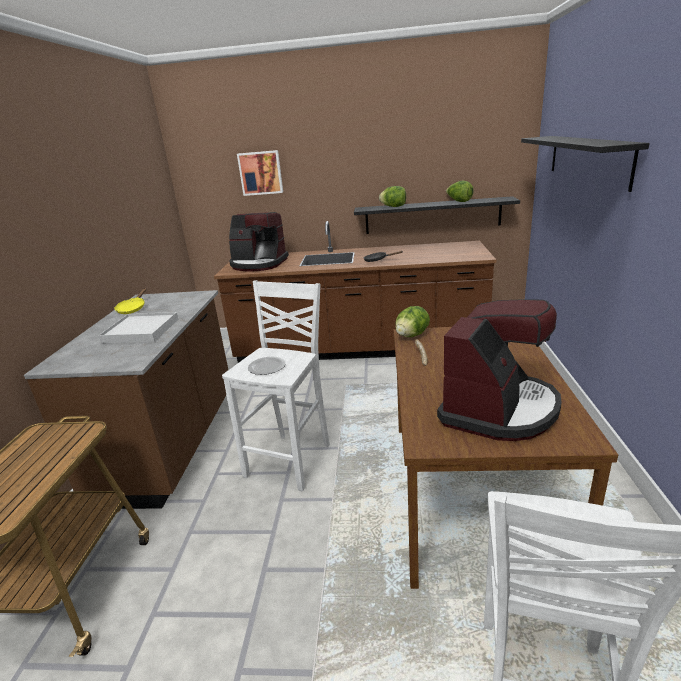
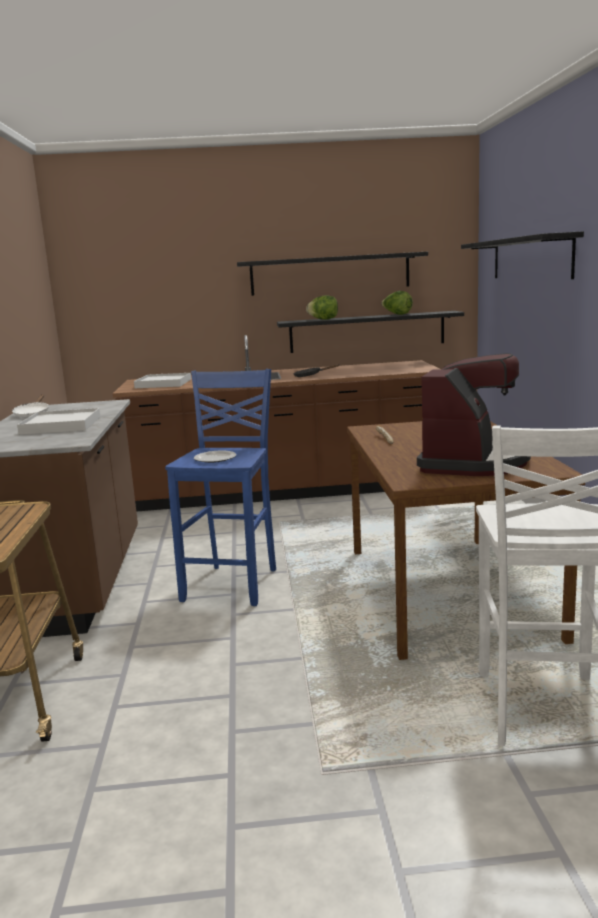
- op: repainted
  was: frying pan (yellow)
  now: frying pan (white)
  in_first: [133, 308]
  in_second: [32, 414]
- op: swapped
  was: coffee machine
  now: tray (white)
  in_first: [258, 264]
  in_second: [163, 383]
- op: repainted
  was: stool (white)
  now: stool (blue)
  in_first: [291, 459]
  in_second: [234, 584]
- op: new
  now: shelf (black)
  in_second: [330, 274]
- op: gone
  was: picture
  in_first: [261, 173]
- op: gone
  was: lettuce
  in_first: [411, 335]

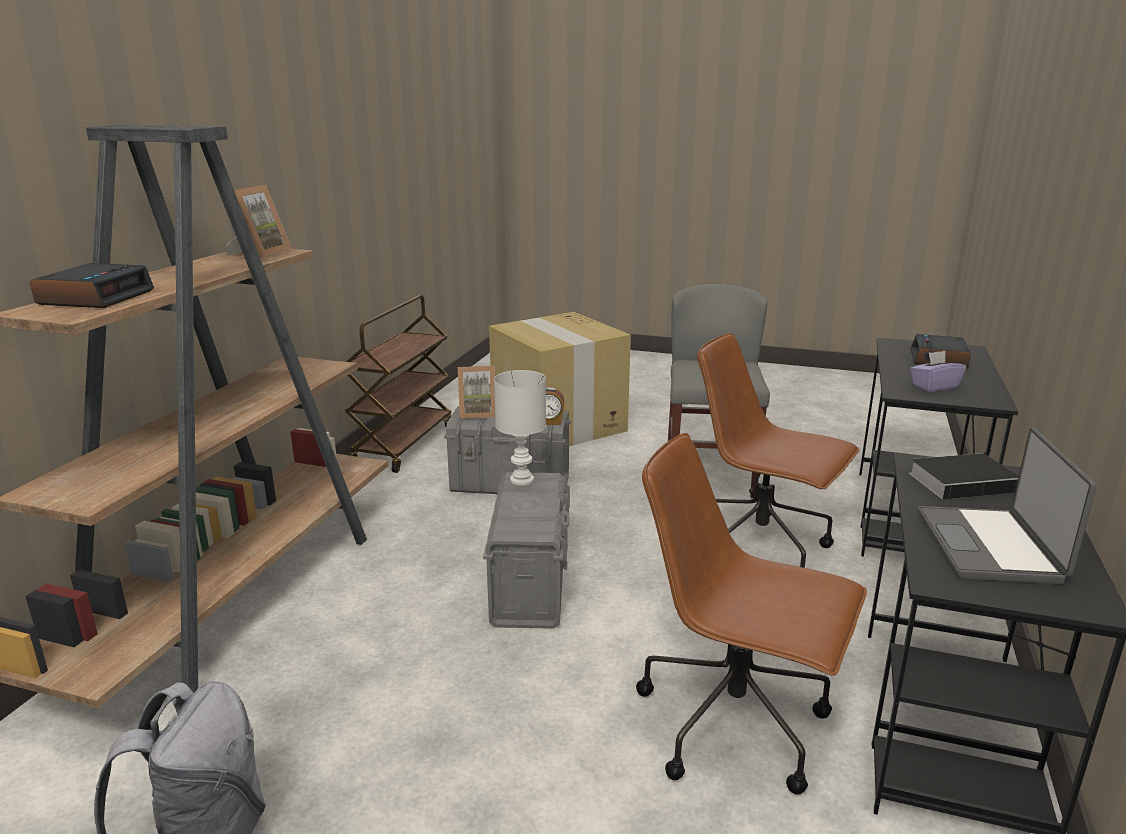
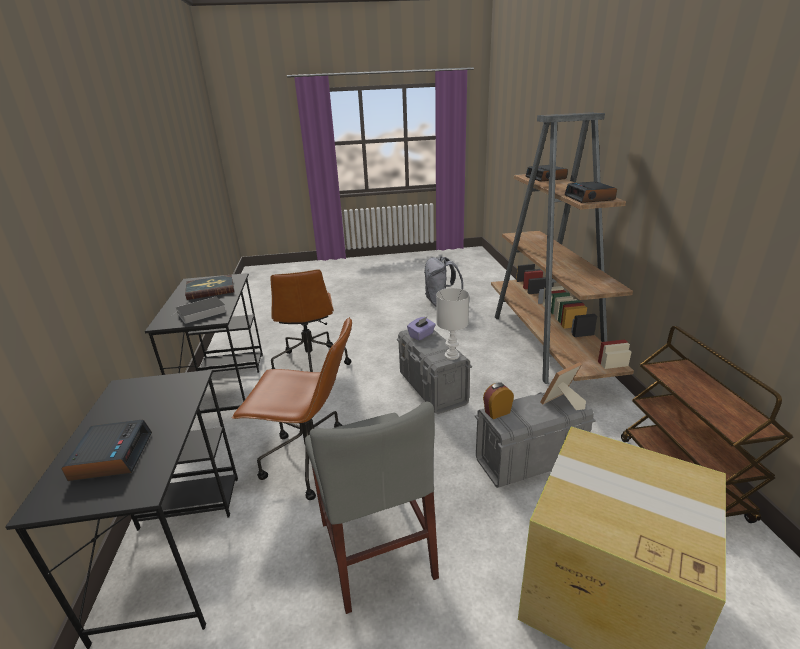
- op: swapped
  was: laptop
  now: book
  in_first: [991, 547]
  in_second: [210, 289]
- op: rotated
  was: office chair (brown)
  in_first: [736, 725]
  in_second: [310, 363]
  clockwise: 75
- op: shifted
  was: tissue box (purple)
  in_first: [934, 386]
  in_second: [421, 335]
- op: swapped
  was: picture frame
  now: alarm clock
  in_first: [261, 253]
  in_second: [590, 198]

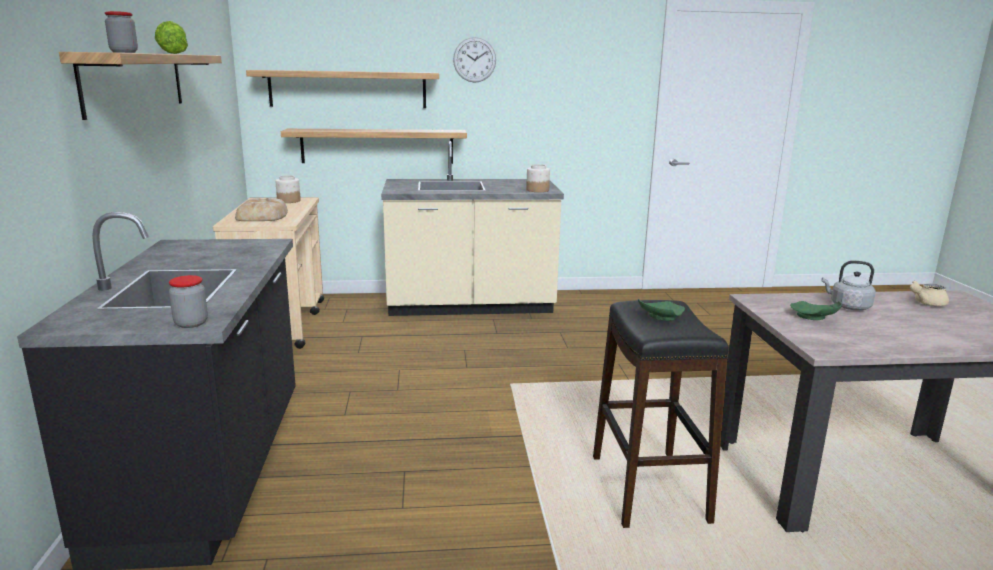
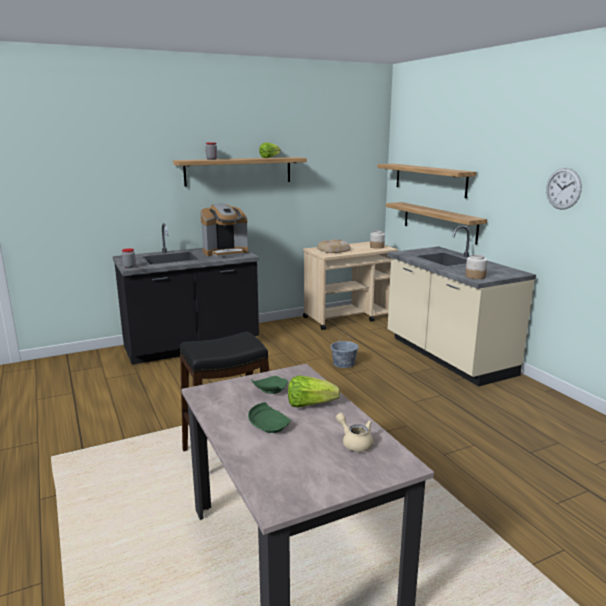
- op: new
  now: coffee machine
  in_second: [225, 252]
- op: shifted
  was: plate (green)
  in_first: [660, 317]
  in_second: [269, 426]
- op: swapped
  was: kettle (grey)
  now: lettuce
  in_first: [847, 306]
  in_second: [310, 404]
- op: new
  now: bucket (grey)
  in_second: [344, 363]
- op: shifted
  was: wall clock
  in_first: [474, 60]
  in_second: [563, 188]

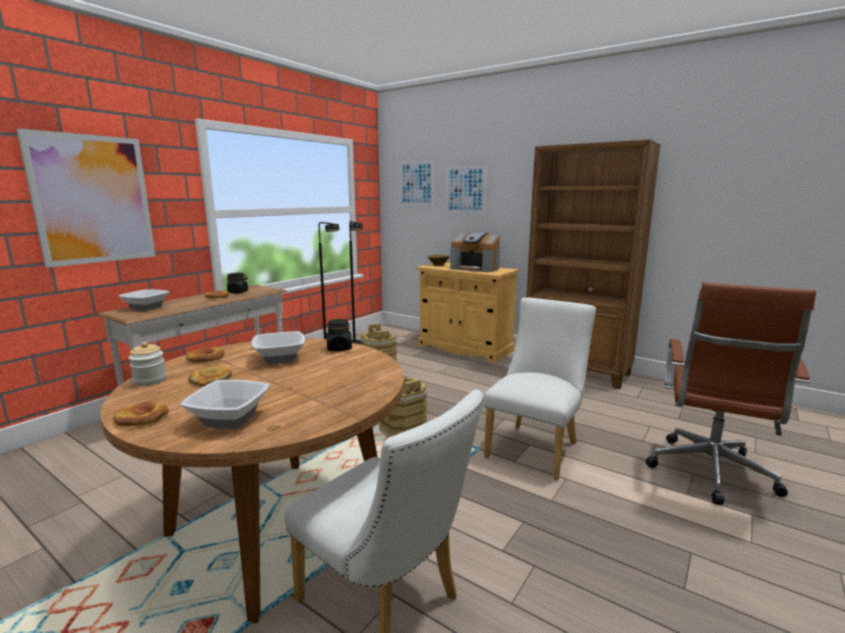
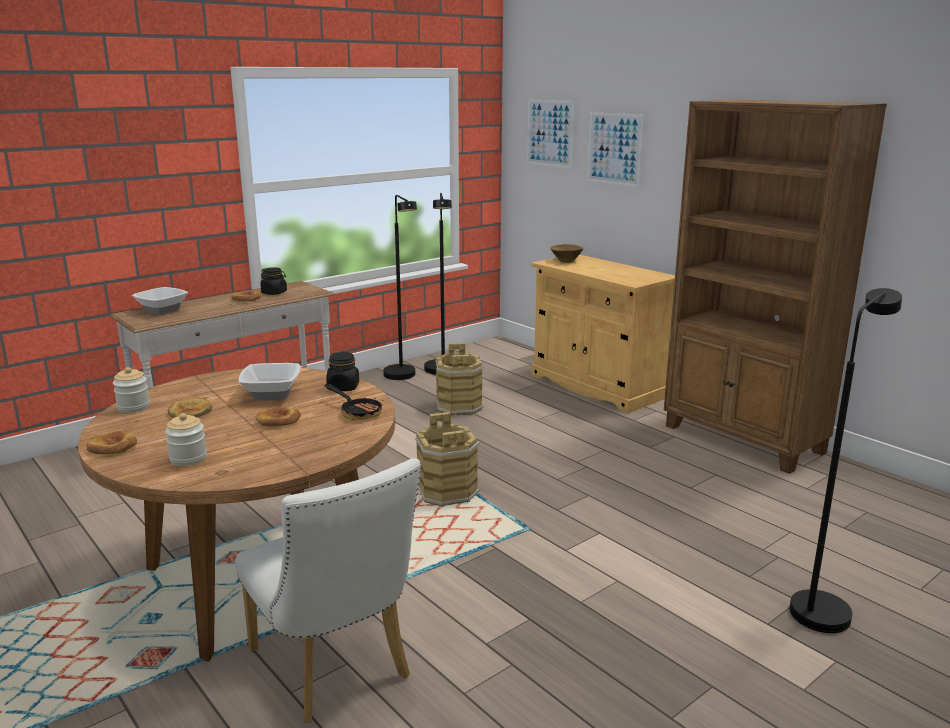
- op: swapped
  was: bowl
  now: jar
  in_first: [231, 419]
  in_second: [188, 458]
- op: shifted
  was: bread
  in_first: [205, 358]
  in_second: [278, 420]
- op: new
  now: frying pan
  in_second: [357, 412]
- op: swapped
  was: office chair (brown)
  now: floor lamp (black)
  in_first: [710, 474]
  in_second: [823, 606]
- op: gone
  was: picture
  in_first: [93, 199]
- op: gone
  was: coffee machine
  in_first: [475, 268]
- op: gone
  was: chair (white)
  in_first: [535, 447]

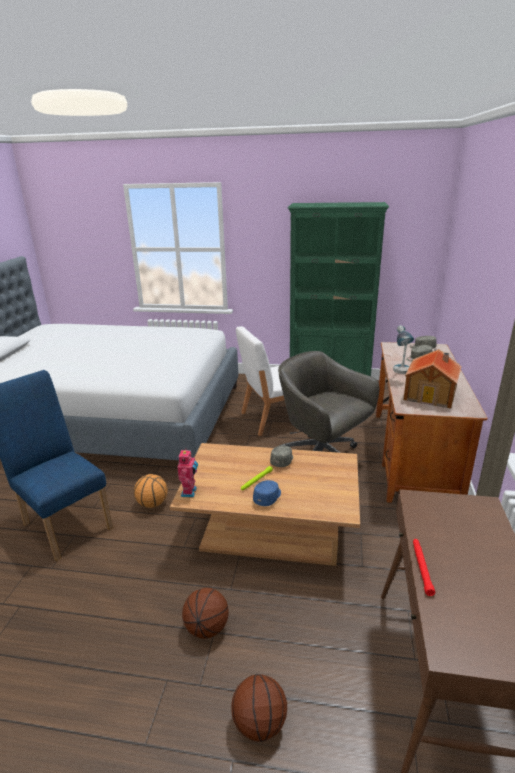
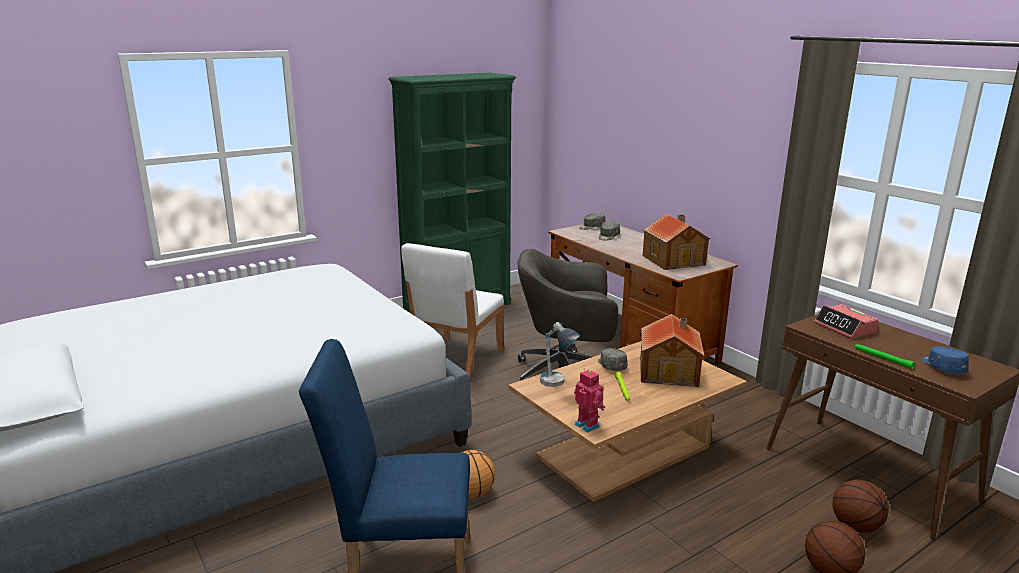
- op: shifted
  was: table lamp
  in_first: [401, 373]
  in_second: [557, 386]
- op: new
  now: toy house
  in_second: [669, 371]
- op: new
  now: alarm clock
  in_second: [845, 328]
- op: shifted
  was: basketball
  in_first: [207, 627]
  in_second: [855, 526]
- op: repainted
  was: flashlight (red)
  now: flashlight (green)
  in_first: [421, 567]
  in_second: [882, 358]
- op: shifted
  was: cap (blue)
  in_first: [268, 497]
  in_second: [942, 367]

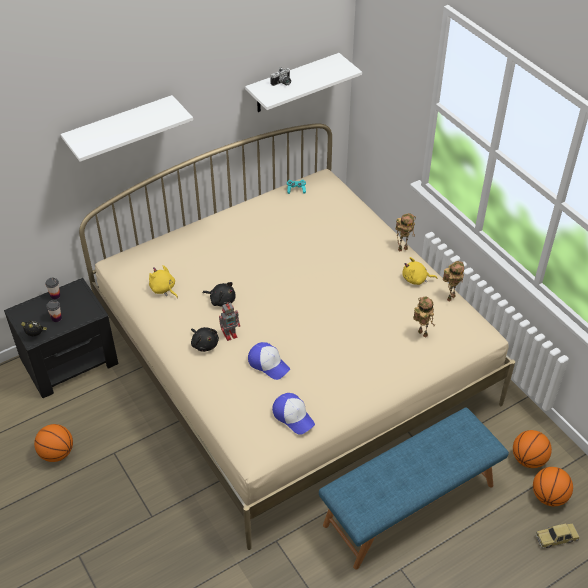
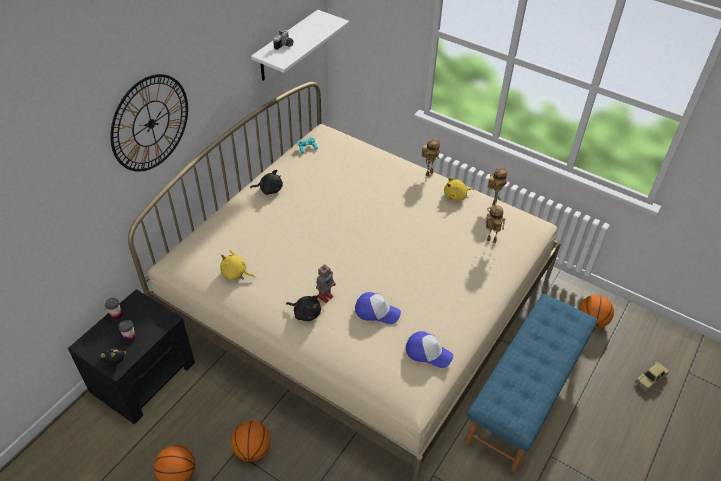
- op: swapped
  was: shelf (white)
  now: wall clock
  in_first: [120, 129]
  in_second: [150, 123]
- op: shifted
  was: basketball
  in_first: [549, 496]
  in_second: [252, 450]
- op: shifted
  was: plush toy (black)
  in_first: [221, 300]
  in_second: [269, 189]

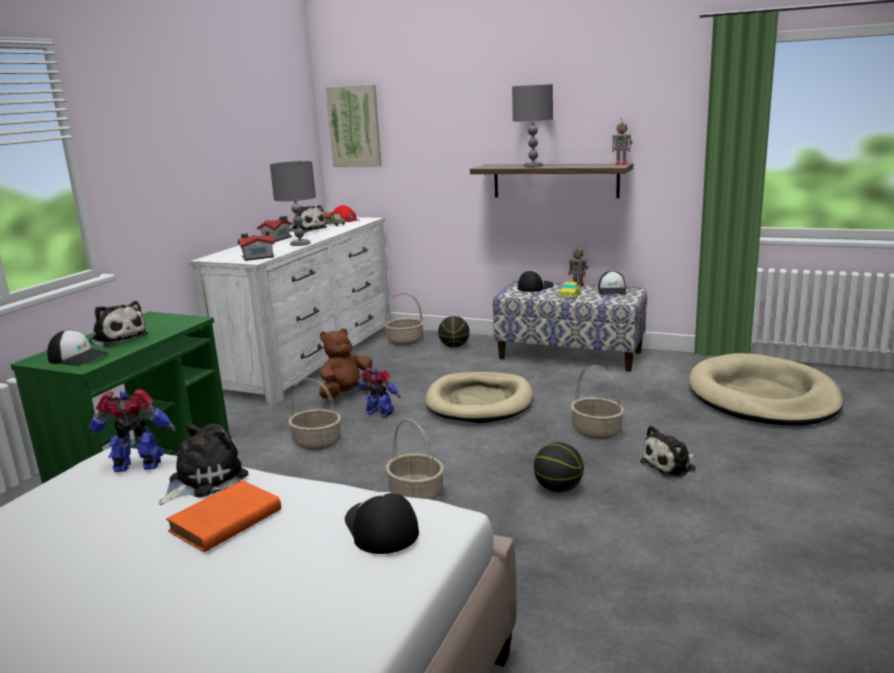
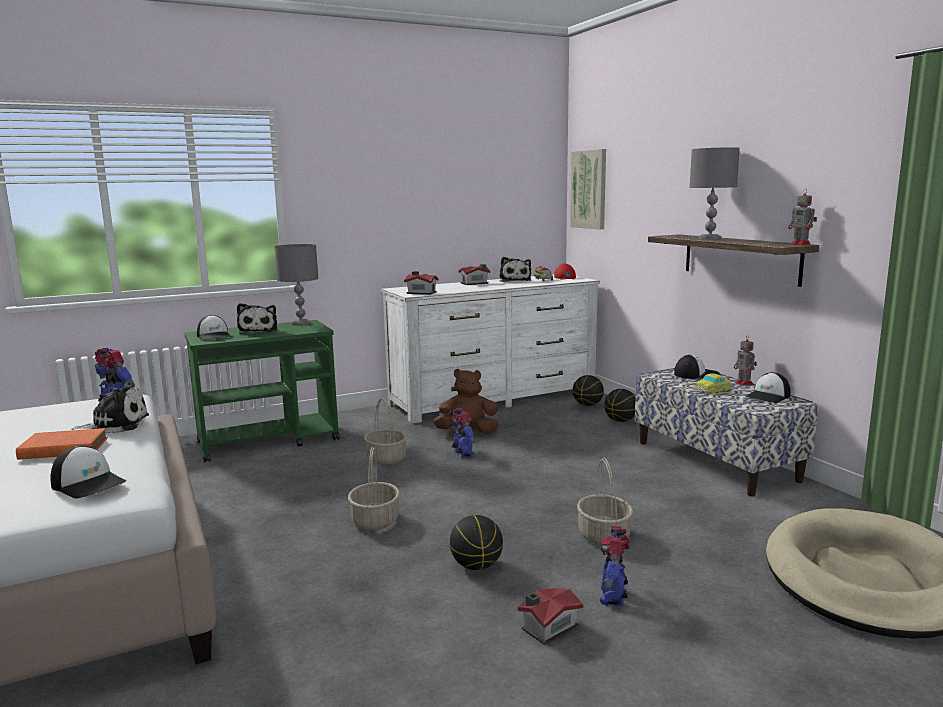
- op: rotated
  was: cap
  in_first: [380, 527]
  in_second: [89, 483]
  clockwise: 105
- op: shifted
  was: table lamp (grey)
  in_first: [300, 244]
  in_second: [300, 323]
- op: new
  now: toy house
  in_second: [548, 628]
- op: swapped
  was: basket
  now: basketball
  in_first: [405, 341]
  in_second: [587, 405]
- op: swapped
  was: plush toy
  now: toy robot
  in_first: [671, 465]
  in_second: [613, 595]
- op: gone
  was: dog bed (beige)
  in_first: [479, 402]

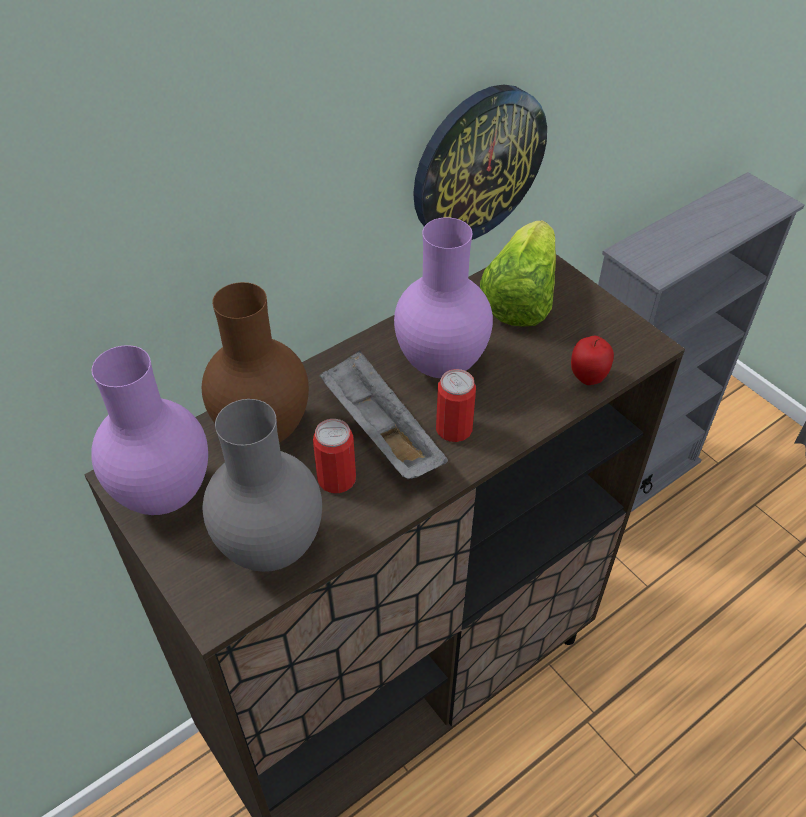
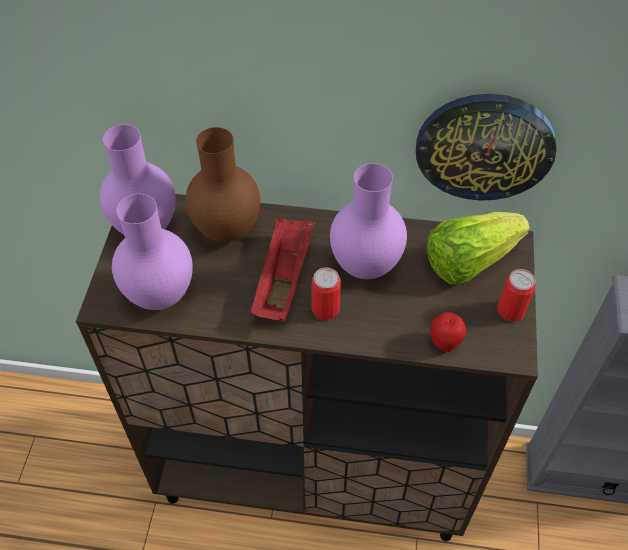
- op: repainted
  was: vase (grey)
  now: vase (purple)
  in_first: [271, 550]
  in_second: [159, 297]
- op: repainted
  was: tray (grey)
  now: tray (red)
  in_first: [379, 432]
  in_second: [283, 278]
- op: shifted
  was: can
  in_first: [336, 479]
  in_second: [511, 310]

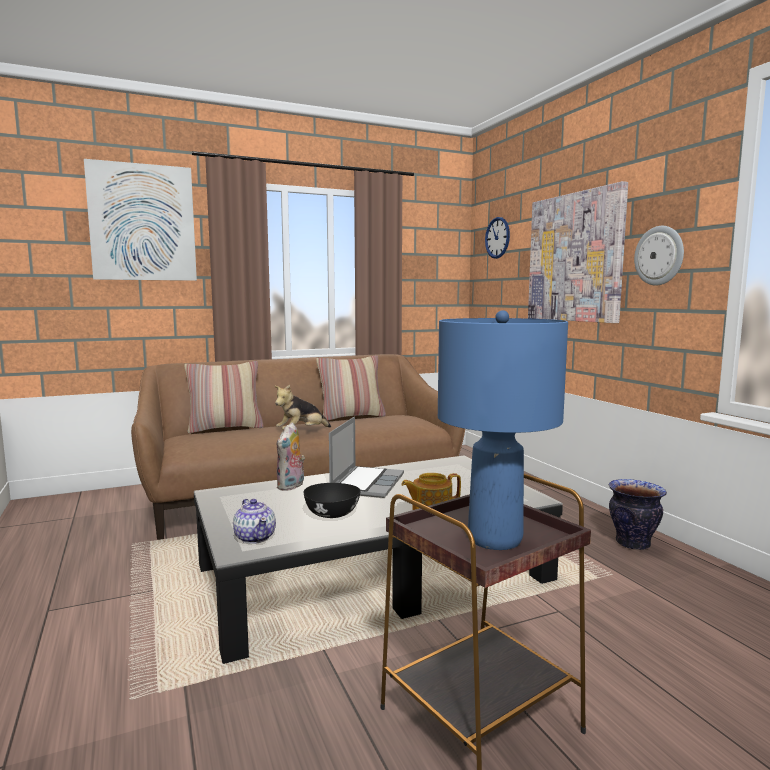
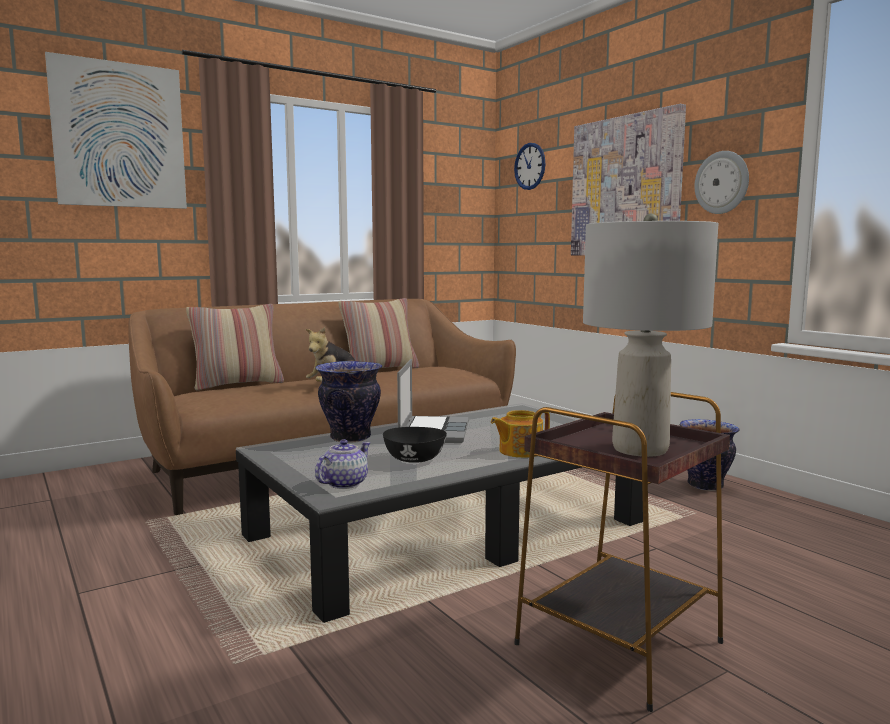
- op: swapped
  was: plush toy
  now: vase
  in_first: [291, 486]
  in_second: [349, 438]
- op: rotated
  was: teapot
  in_first: [255, 537]
  in_second: [343, 484]
  clockwise: -105
- op: repainted
  was: table lamp (blue)
  now: table lamp (grey)
  in_first: [495, 539]
  in_second: [640, 449]

